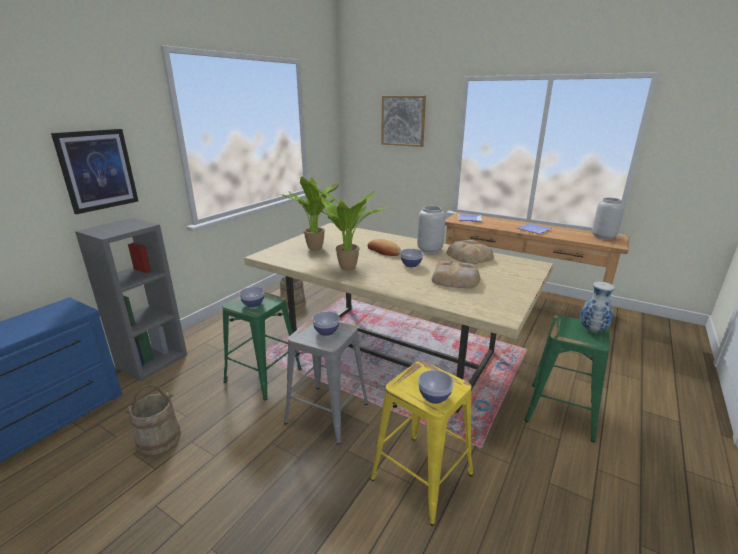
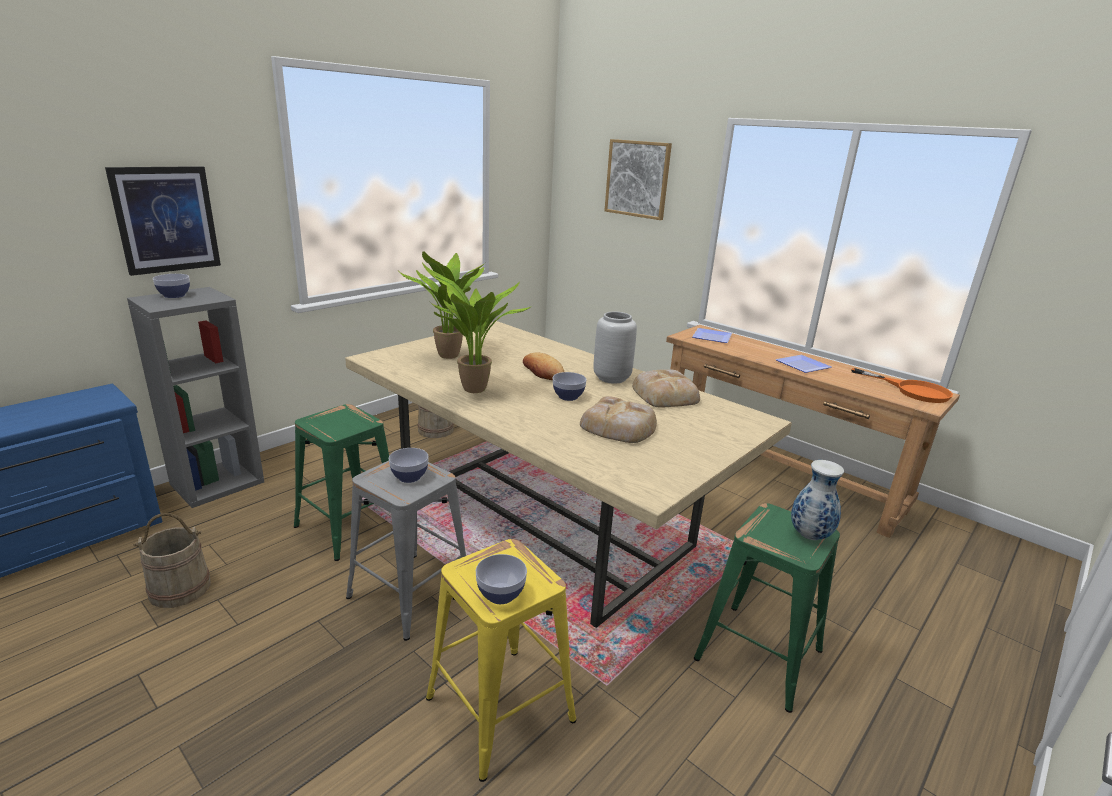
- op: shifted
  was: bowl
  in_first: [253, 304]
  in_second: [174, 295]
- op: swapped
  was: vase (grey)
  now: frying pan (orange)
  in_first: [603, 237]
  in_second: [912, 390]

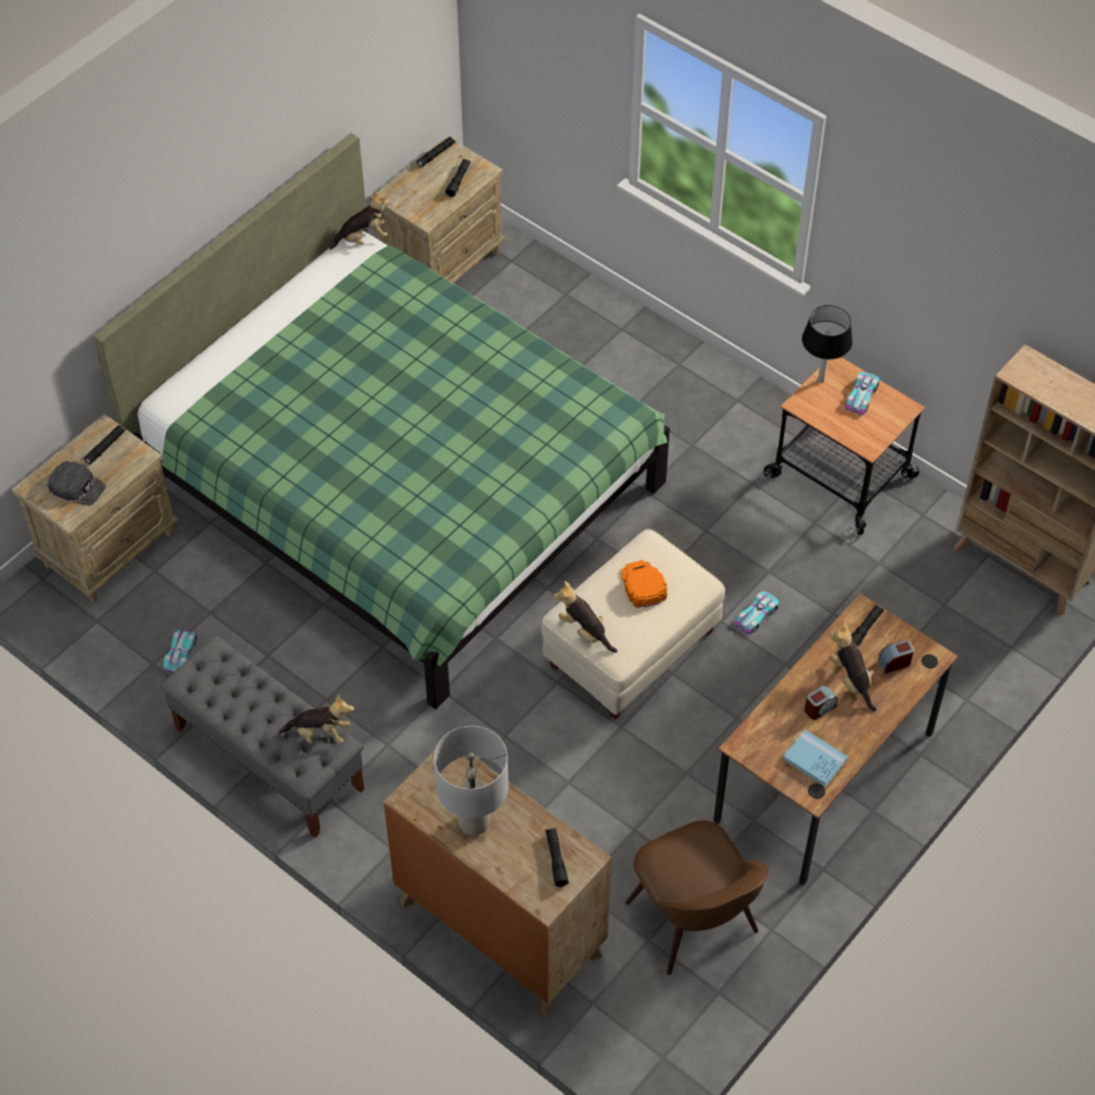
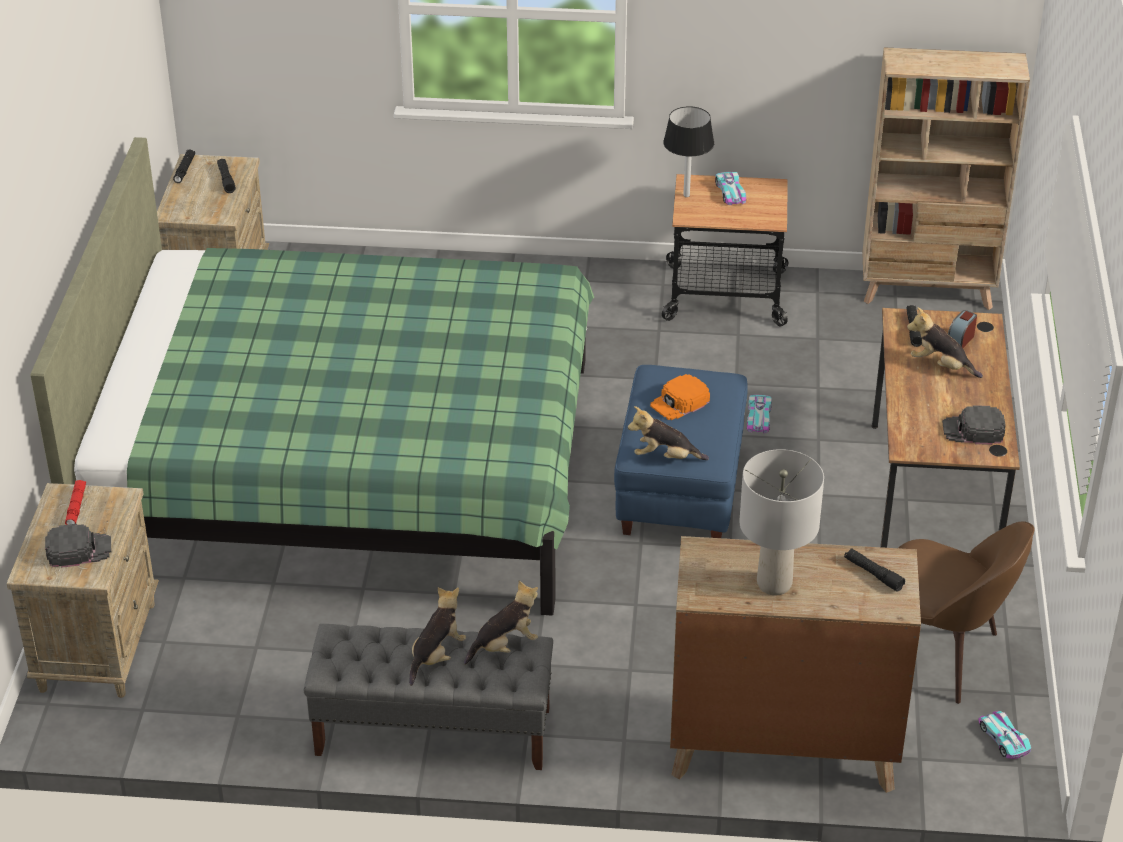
- op: repainted
  was: flashlight (black)
  now: flashlight (red)
  in_first: [105, 447]
  in_second: [76, 507]
- op: shifted
  was: plush toy
  in_first: [363, 238]
  in_second: [436, 656]
- op: repainted
  was: ottoman (beige)
  now: ottoman (blue)
  in_first: [632, 650]
  in_second: [681, 489]
- op: rotated
  was: cap (orange)
  in_first: [642, 585]
  in_second: [680, 402]
  clockwise: -75
- op: swapped
  was: book (blue)
  now: cap (black)
  in_first: [814, 759]
  in_second: [973, 430]
- op: shifted
  was: toy car
  in_first: [181, 653]
  in_second: [1003, 738]
- op: gone
  was: alarm clock
  in_first: [819, 708]

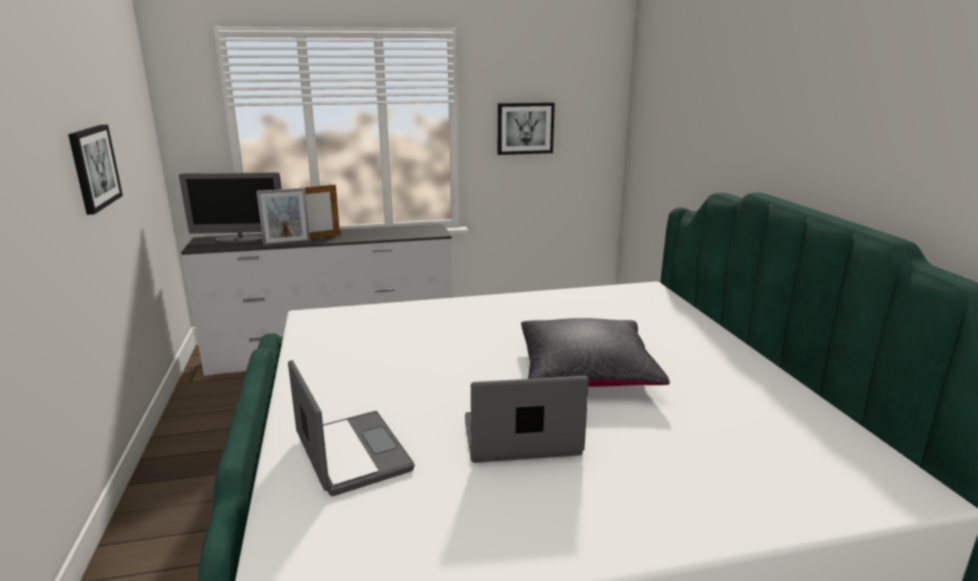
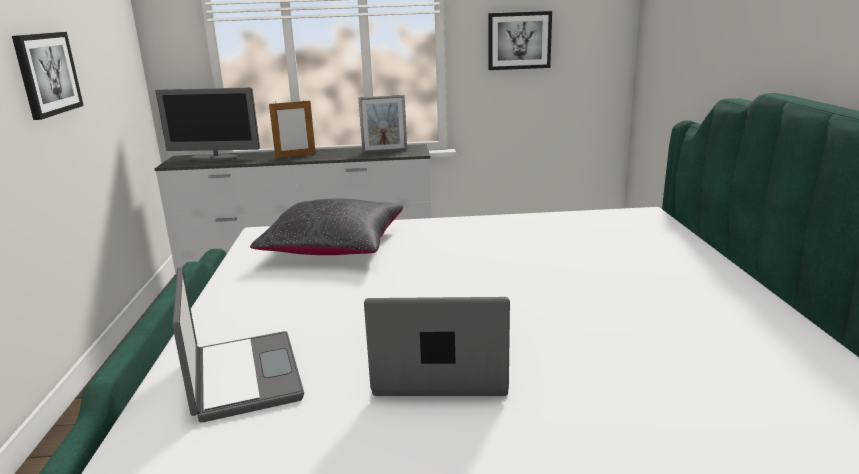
- op: shifted
  was: pillow (black)
  in_first: [586, 371]
  in_second: [334, 246]
- op: shifted
  was: picture frame
  in_first: [287, 243]
  in_second: [384, 151]

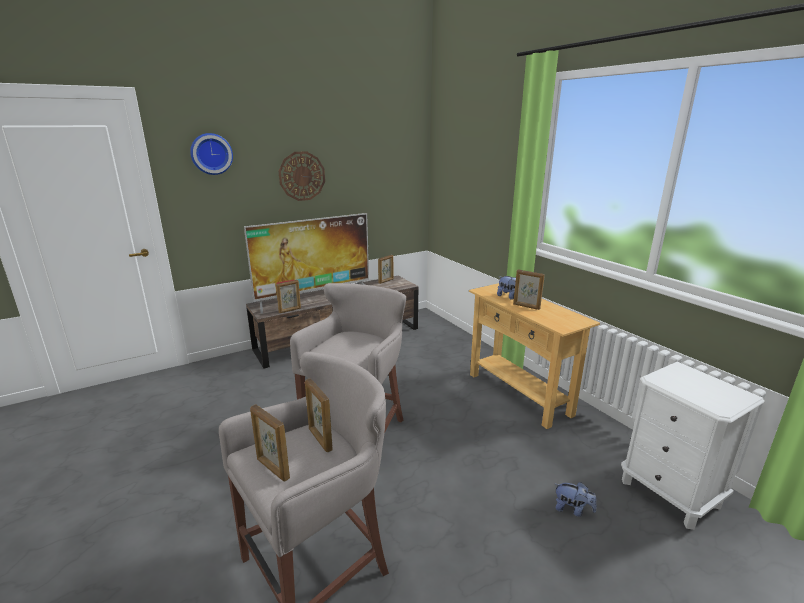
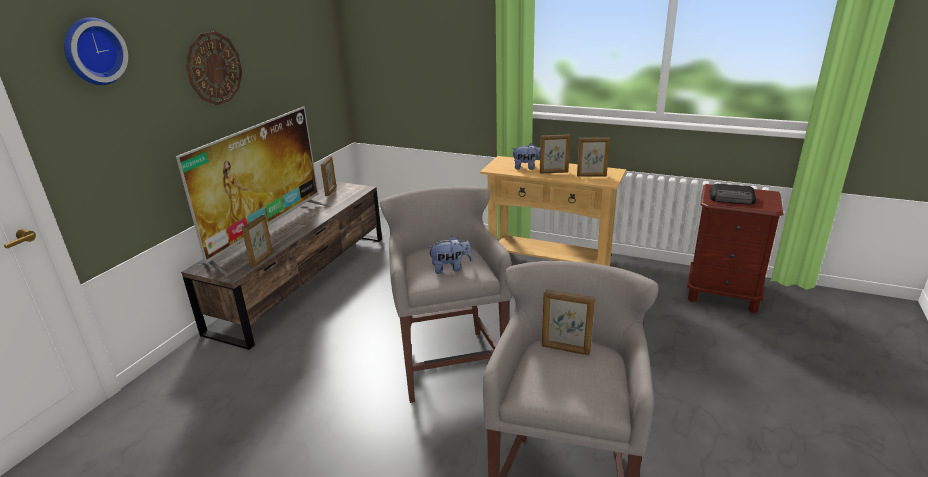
- op: shifted
  was: plush toy
  in_first: [572, 509]
  in_second: [450, 268]
- op: shifted
  was: picture frame
  in_first: [272, 469]
  in_second: [591, 176]
- op: repainted
  was: nightstand (white)
  now: nightstand (brown)
  in_first: [669, 493]
  in_second: [722, 295]
- op: new
  now: radio
  in_second: [732, 198]

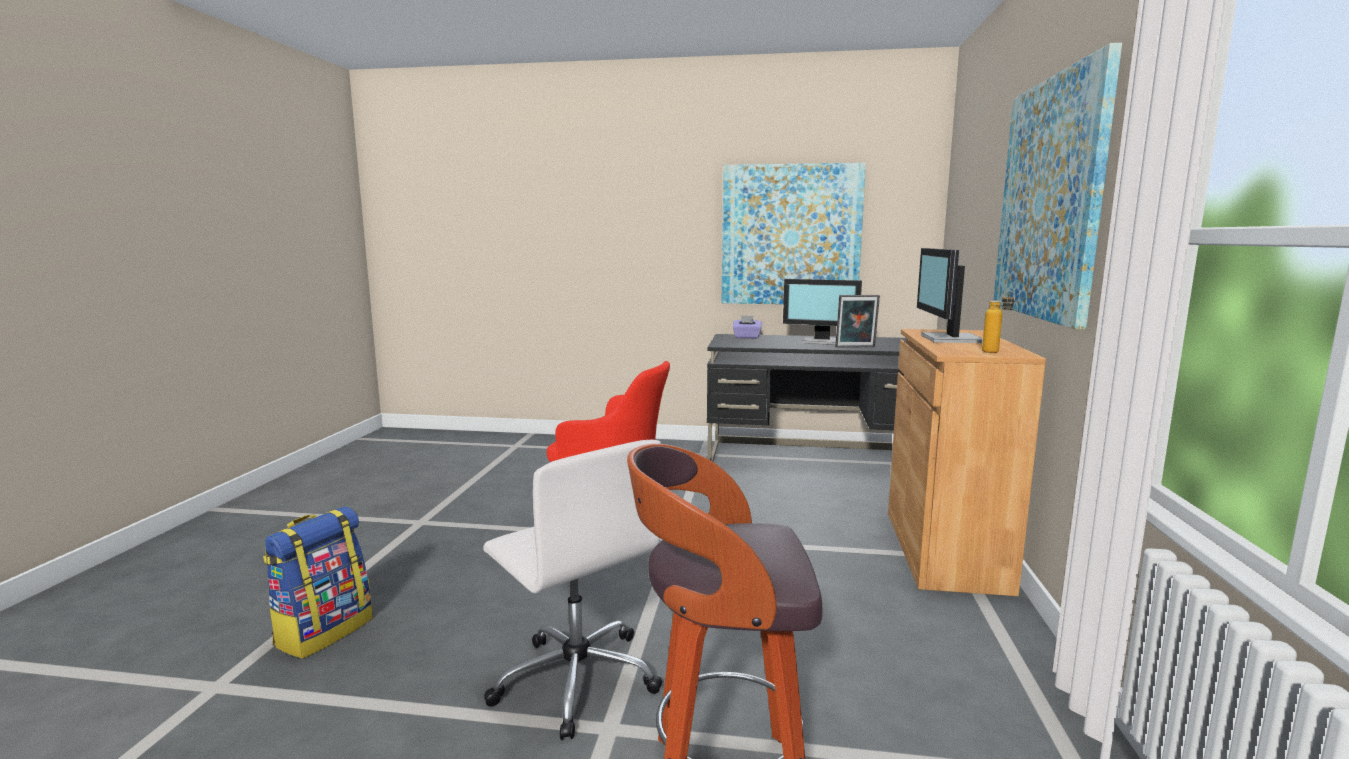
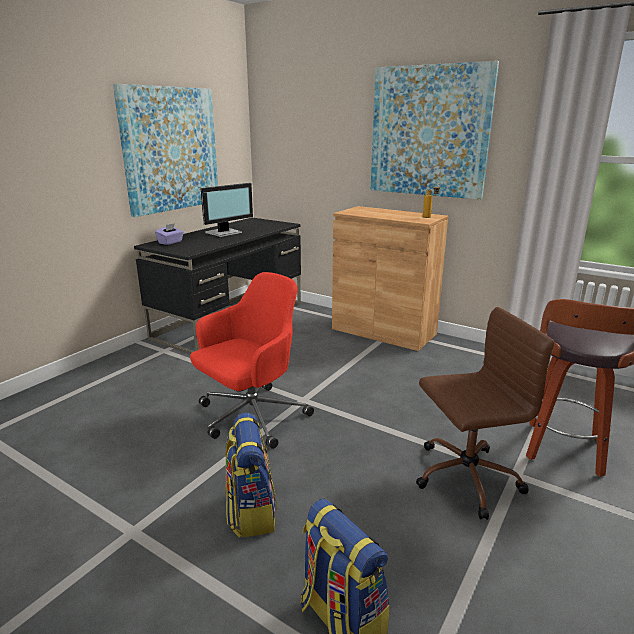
- op: new
  now: backpack
  in_second: [251, 511]
- op: repainted
  was: office chair (white)
  now: office chair (brown)
  in_first: [576, 678]
  in_second: [464, 477]
- op: gone
  was: picture frame
  in_first: [855, 347]
- op: gone
  was: monitor
  in_first: [949, 339]

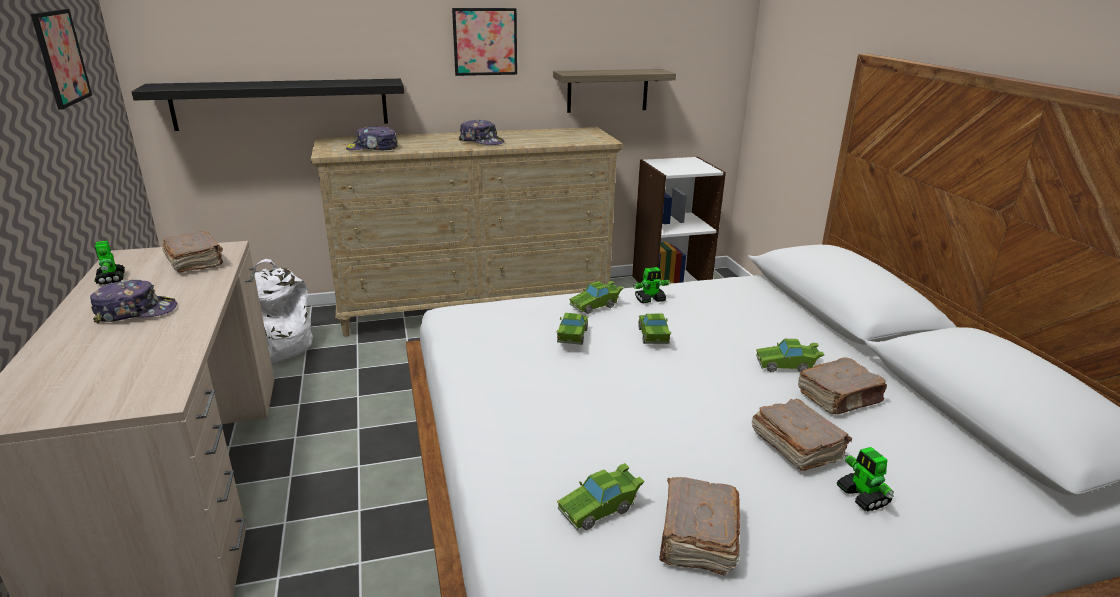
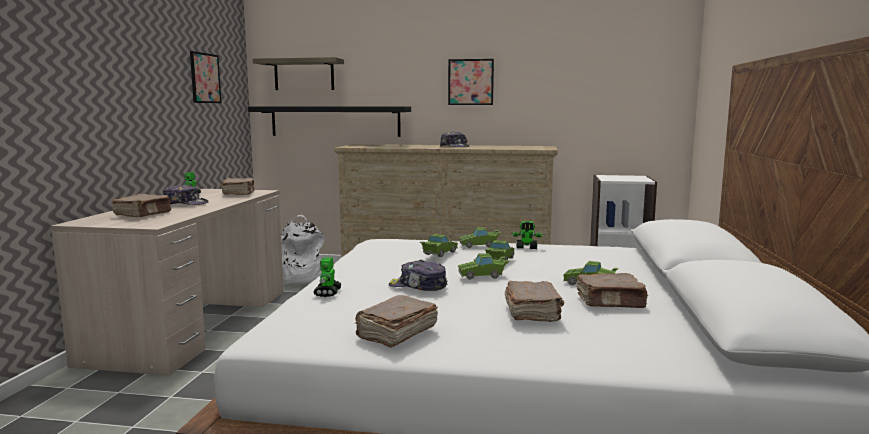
- op: new
  now: book (brown)
  in_second: [143, 214]
- op: shifted
  was: shelf
  in_first: [607, 90]
  in_second: [304, 75]
- op: shifted
  was: toy robot
  in_first: [862, 497]
  in_second: [327, 293]
- op: shifted
  was: cap
  in_first: [372, 149]
  in_second: [418, 286]
- op: shifted
  was: toy car (green)
  in_first: [600, 508]
  in_second: [483, 276]

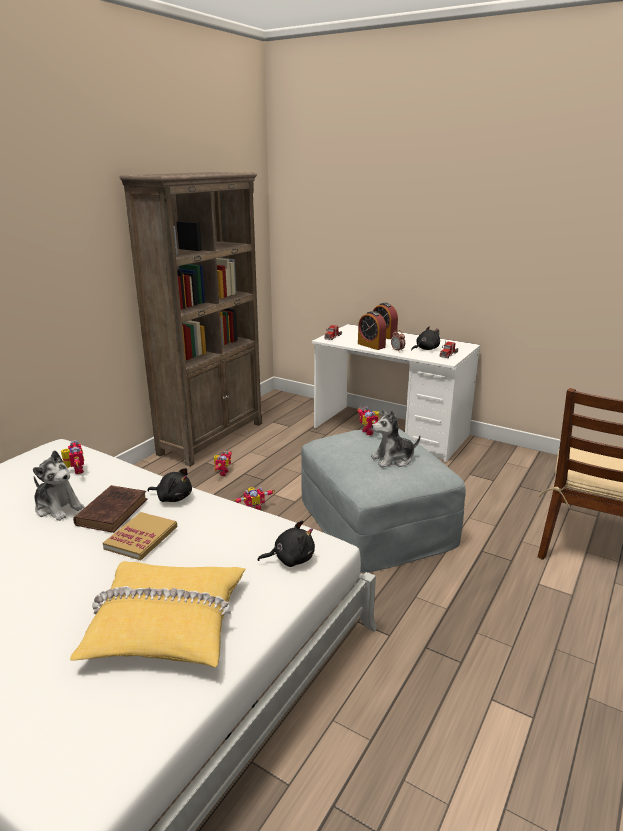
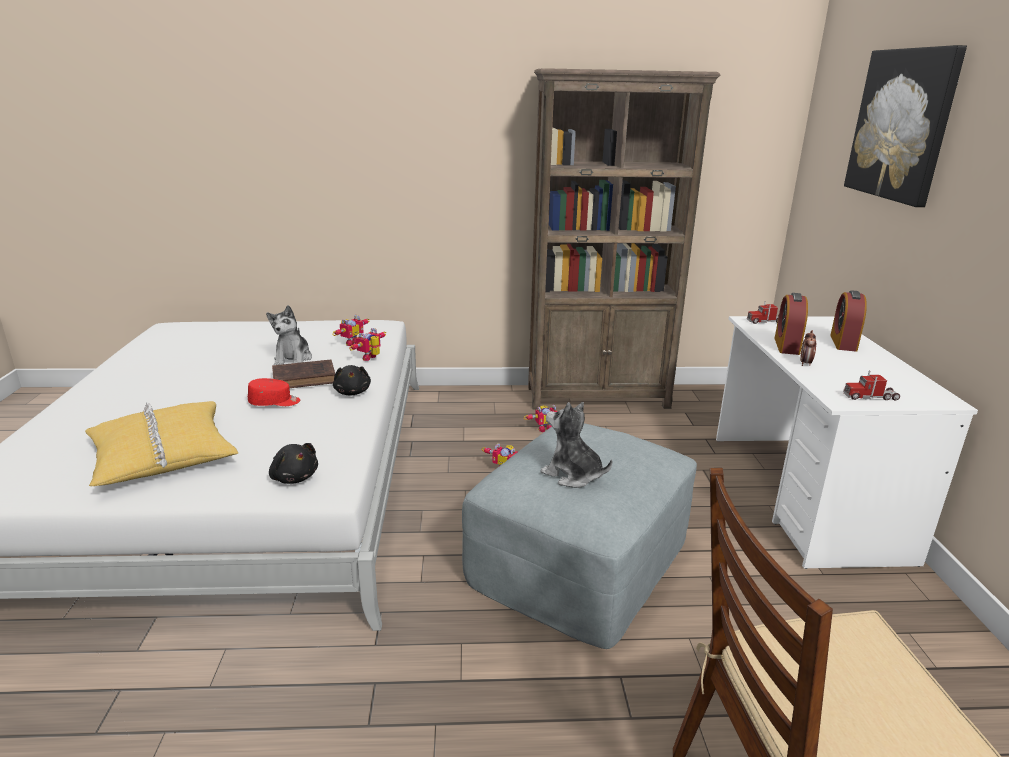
- op: swapped
  was: book
  now: cap (red)
  in_first: [141, 538]
  in_second: [274, 402]
- op: shifted
  was: toy robot
  in_first: [370, 432]
  in_second: [371, 358]
- op: new
  now: picture
  in_second: [902, 125]
- op: gone
  was: plush toy (black)
  in_first: [426, 349]

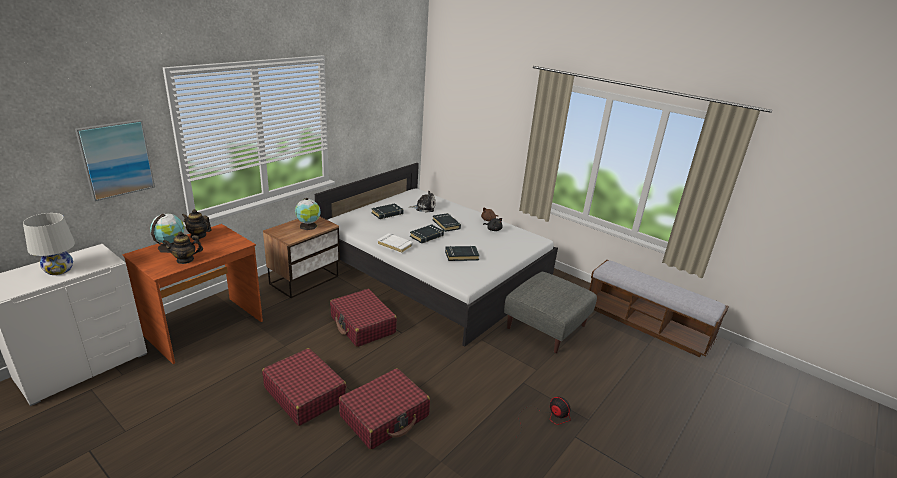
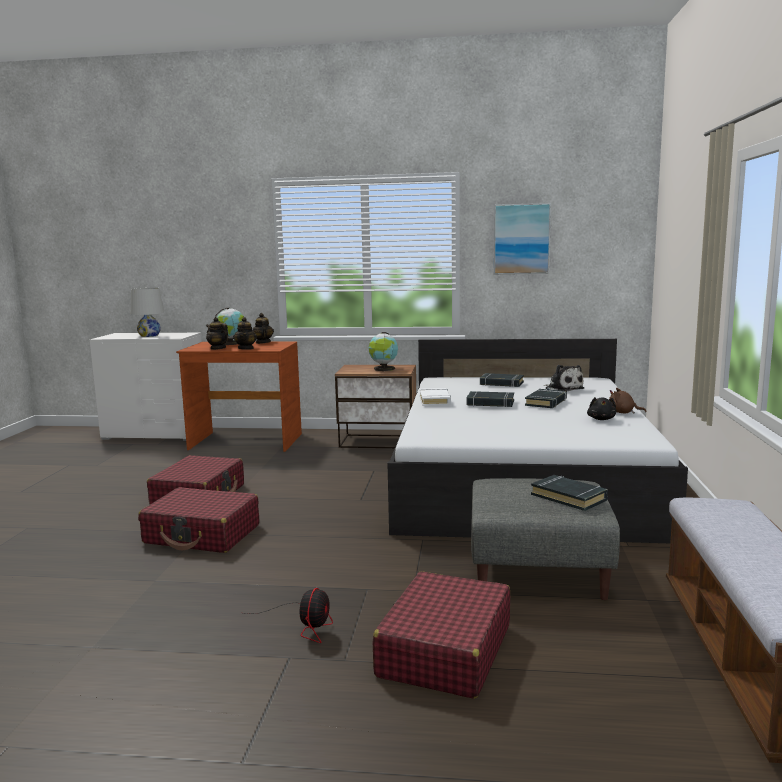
- op: new
  now: teapot
  in_second: [246, 348]
- op: shifted
  was: suitcase (red)
  in_first: [363, 325]
  in_second: [444, 651]
- op: shifted
  was: picture
  in_first: [116, 159]
  in_second: [521, 239]
- op: shifted
  was: book (black)
  in_first: [461, 255]
  in_second: [569, 497]

